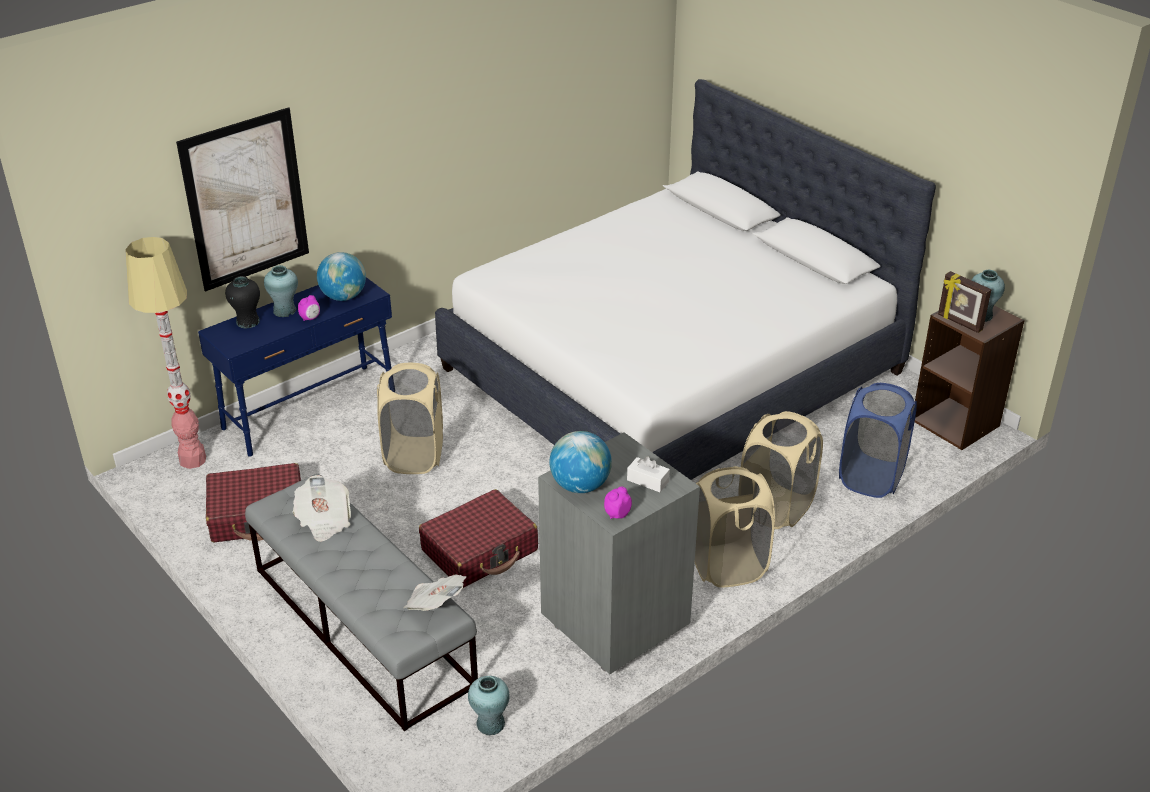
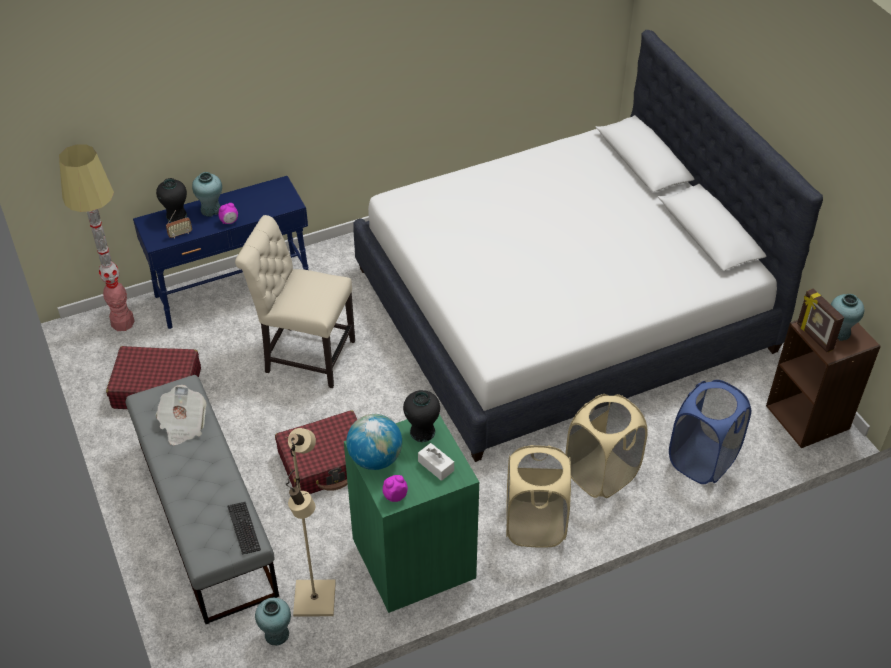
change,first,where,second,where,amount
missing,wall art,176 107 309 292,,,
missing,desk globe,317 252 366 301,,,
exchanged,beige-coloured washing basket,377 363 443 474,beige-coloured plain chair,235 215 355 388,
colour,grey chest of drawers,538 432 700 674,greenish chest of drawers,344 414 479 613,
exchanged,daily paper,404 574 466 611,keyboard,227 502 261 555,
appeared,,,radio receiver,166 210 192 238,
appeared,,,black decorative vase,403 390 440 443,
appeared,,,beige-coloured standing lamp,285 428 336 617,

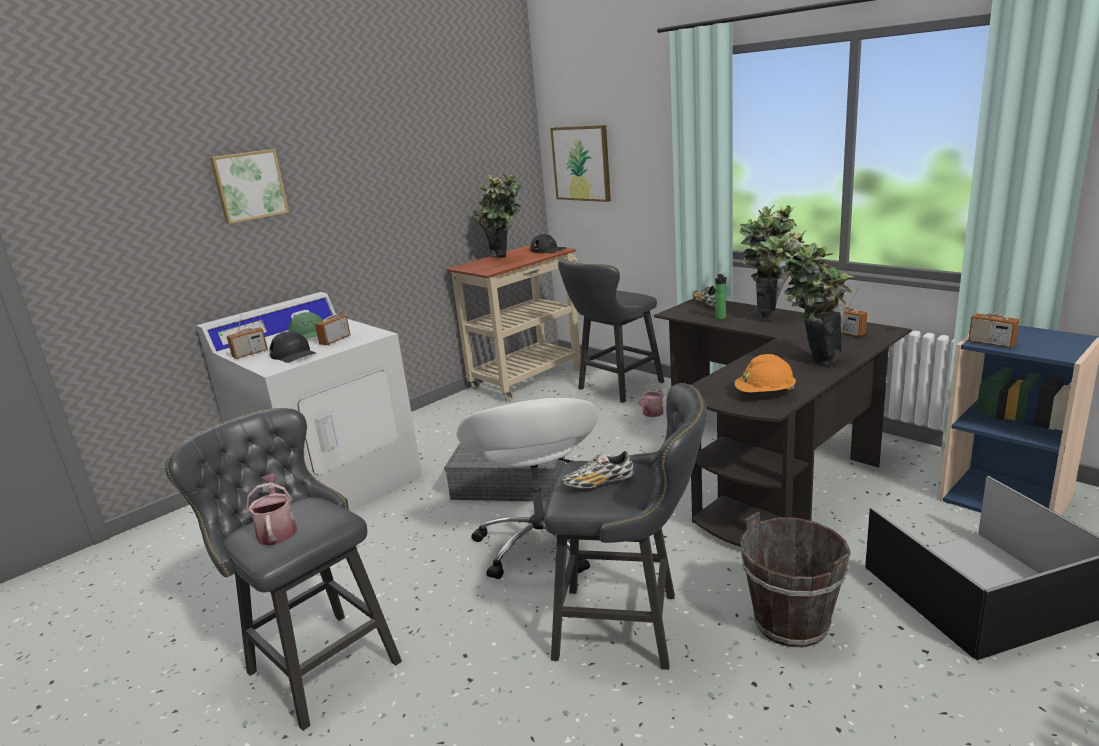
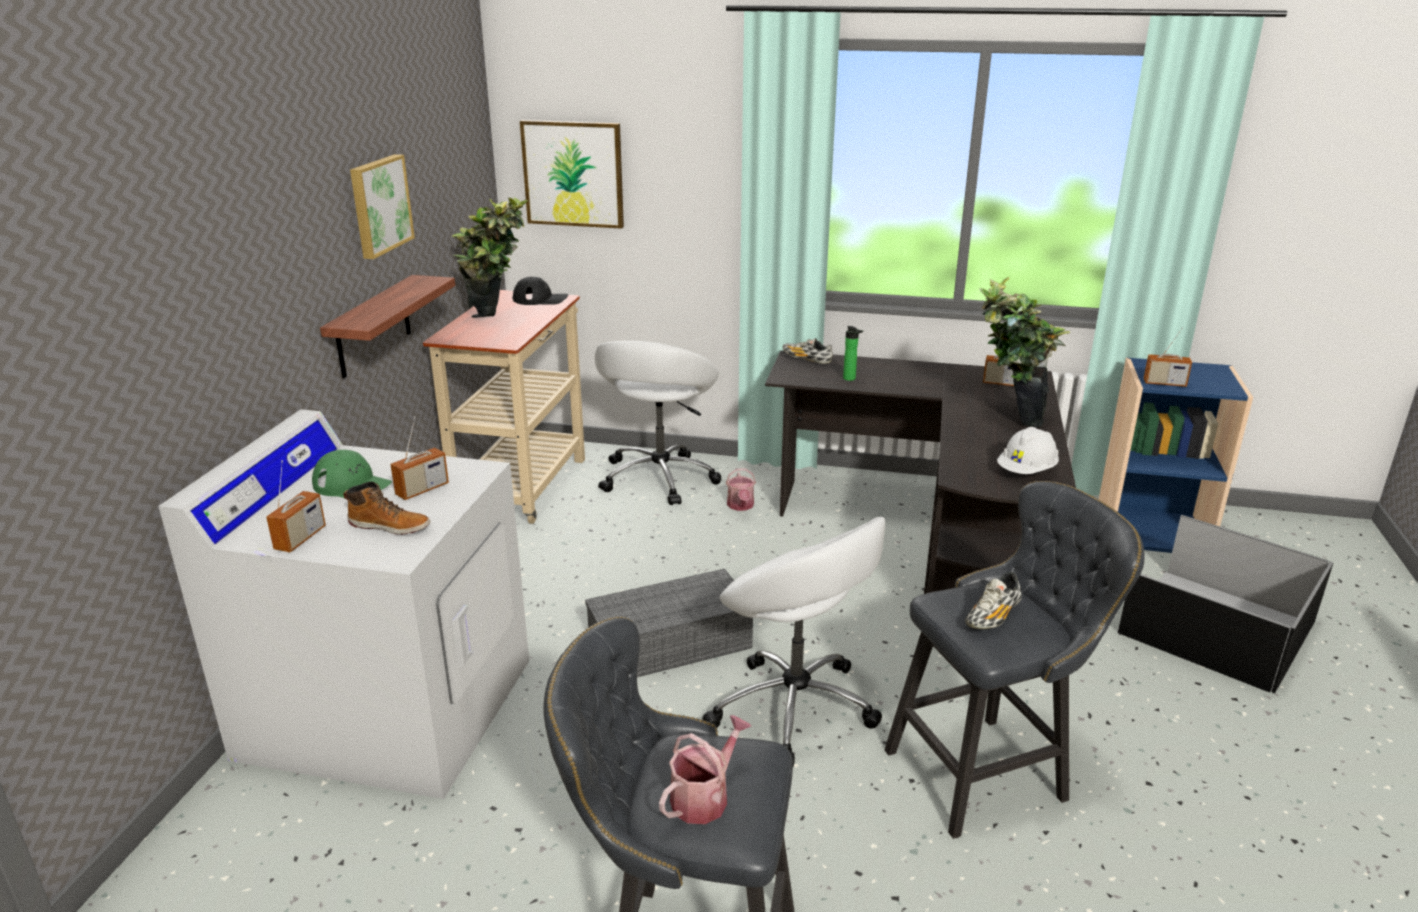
change,first,where,second,where,amount
relocated,wall art,210 149 289 224,,350 154 415 259,
missing,plant in a pot,739 205 797 321,,,
exchanged,grey stool seat,558 259 664 403,white-coloured office chair,595 341 721 505,
spun,radio receiver,315 297 350 345,,390 416 449 500,135 degrees counterclockwise
exchanged,black baseball cap,270 331 317 363,boot,343 482 430 535,
colour,orange safety helmet,734 354 796 392,white-coloured safety helmet,997 427 1059 474,
spun,watering pot,246 474 298 546,,659 715 752 824,90 degrees clockwise
missing,brown bucket,740 512 851 647,,,
appeared,,,bracket shelf,320 275 455 378,

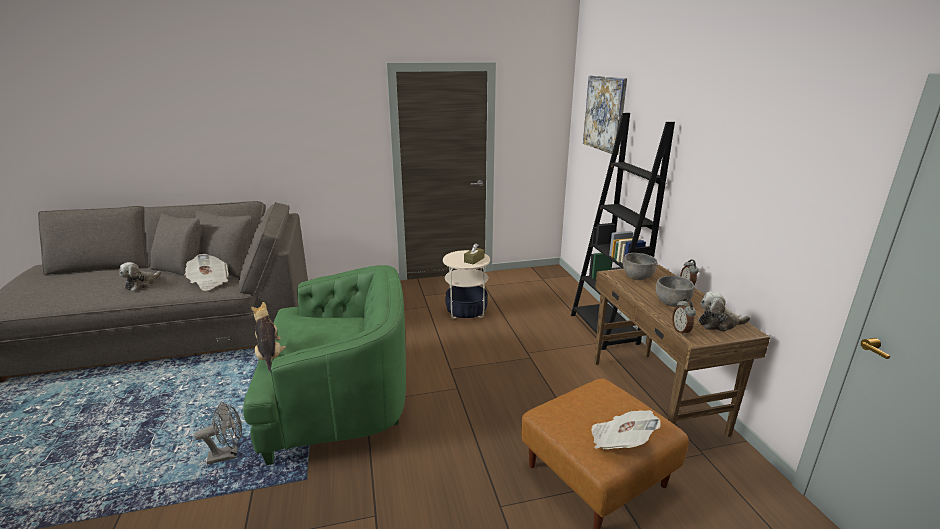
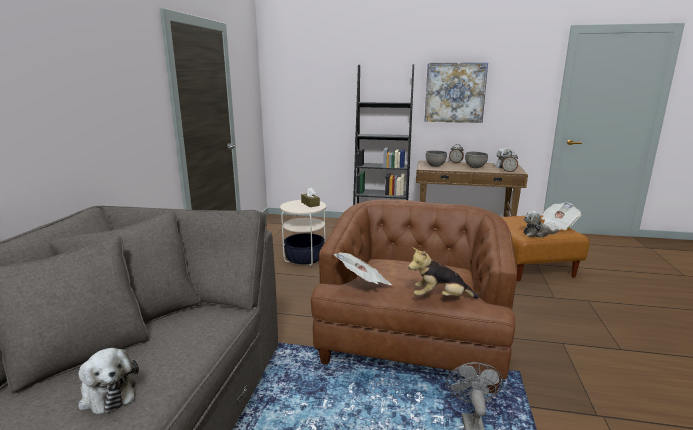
change,first,where,second,where,amount
relocated,wall art,583 75 627 155,,425 62 488 123,
relocated,daily paper,185 254 228 291,,334 253 392 285,
colour,greenish easy chair,243 265 406 465,brown easy chair,311 199 517 394,
appeared,,,soft toy,523 211 559 238,

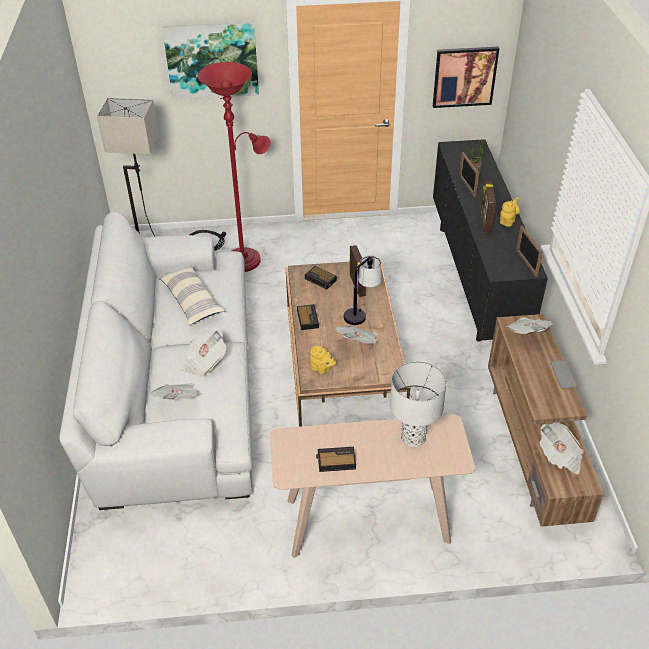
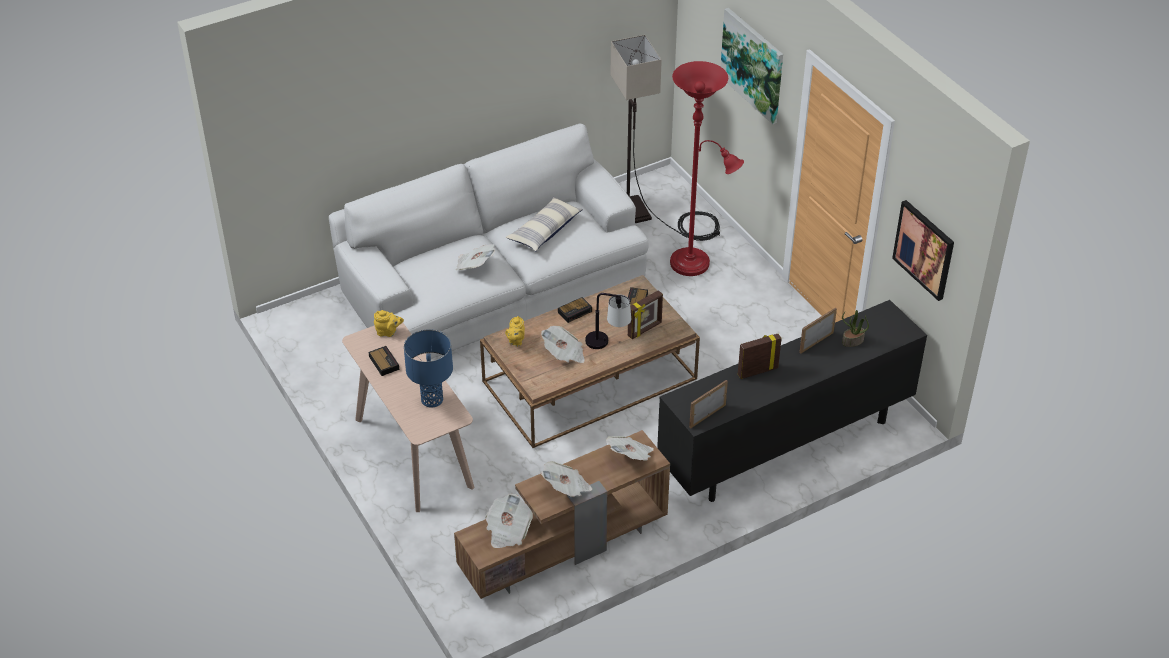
change,first,where,second,where,amount
relocated,yellow-coloured tea pot,500 198 520 227,,374 310 404 337,
colour,white-coloured table lamp,390 361 447 447,blue table lamp,404 329 453 407,
relocated,daily paper,151 383 199 400,,541 461 592 497,

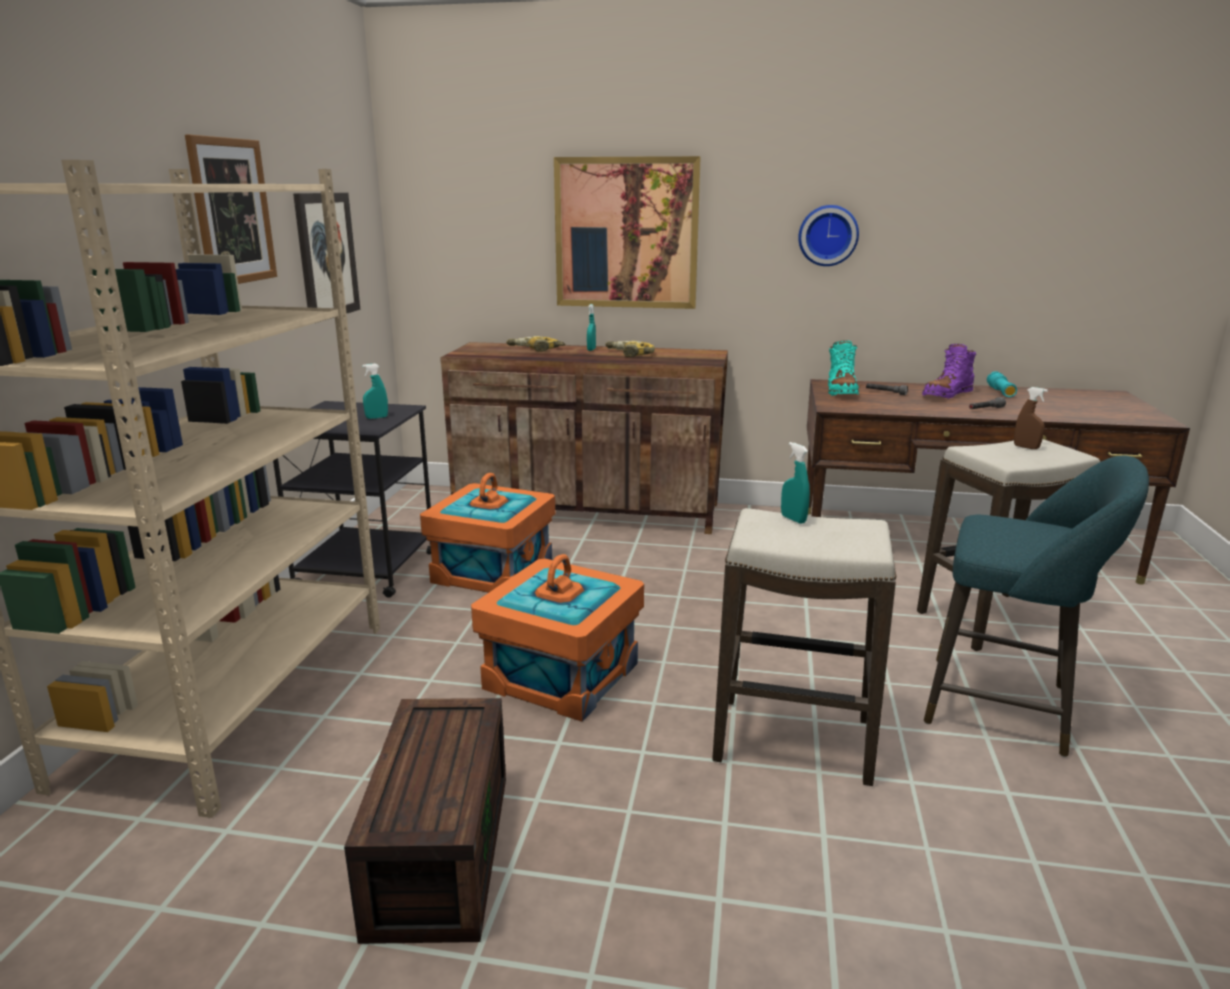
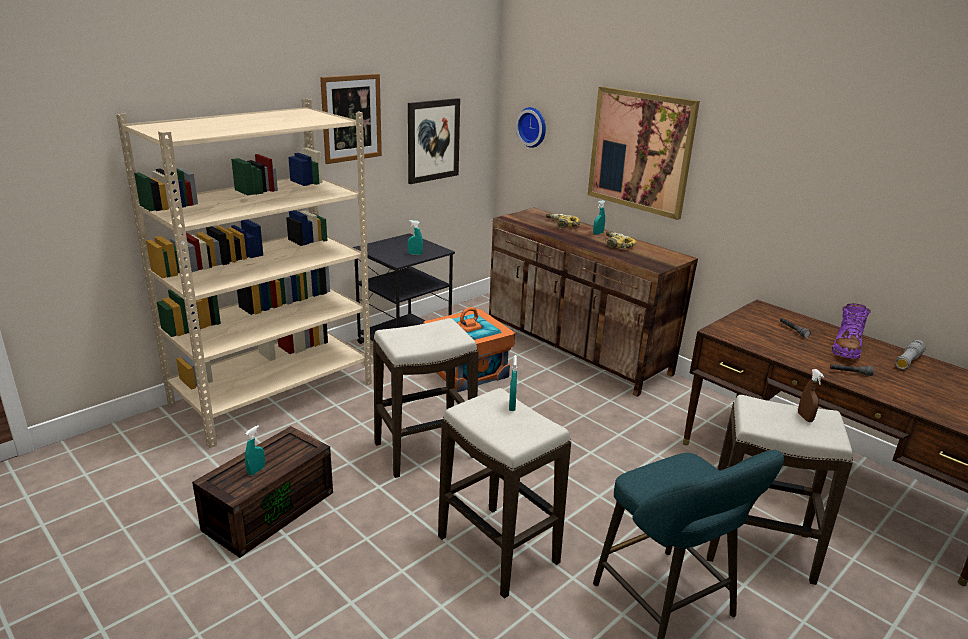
change,first,where,second,where,amount
relocated,clock on the wall,798 205 859 266,,516 107 546 148,
missing,blue-green boot,828 340 859 396,,,
spun,purplish boot,922 344 976 399,,832 303 871 359,60 degrees counterclockwise
colour,blue-green hand torch,987 371 1017 397,grey hand torch,895 340 926 369,
exchanged,orange storage box,471 554 644 722,stool seat,373 318 478 478,
appeared,,,blue-green sprayer,245 425 265 476,

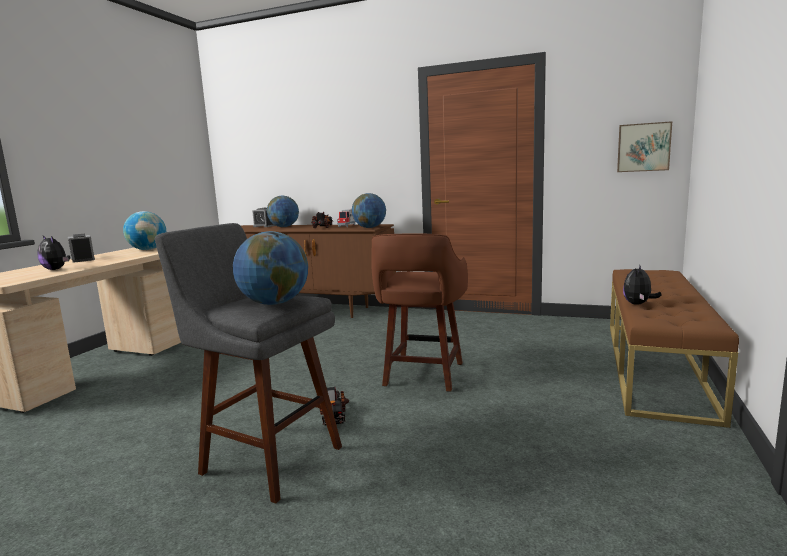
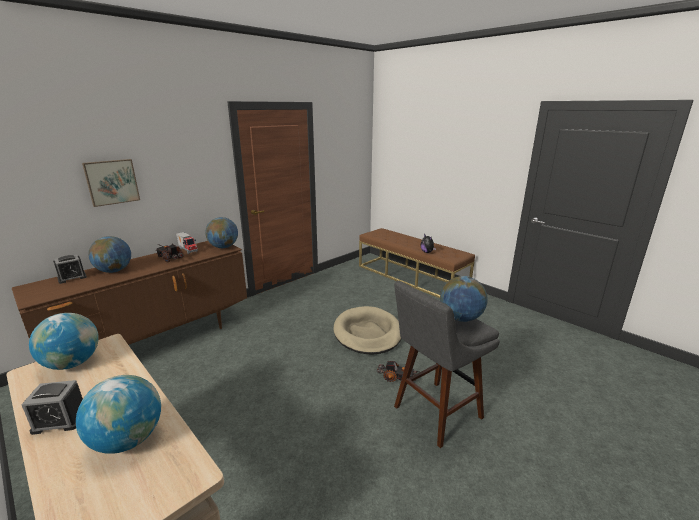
change,first,where,second,where,amount
relocated,wall art,617 121 672 172,,82 159 140 207,
exchanged,brown stool seat,371 233 468 392,beige-coloured dog bed,333 306 401 354,
exchanged,soft toy,37 236 70 270,desk globe,76 375 161 454,

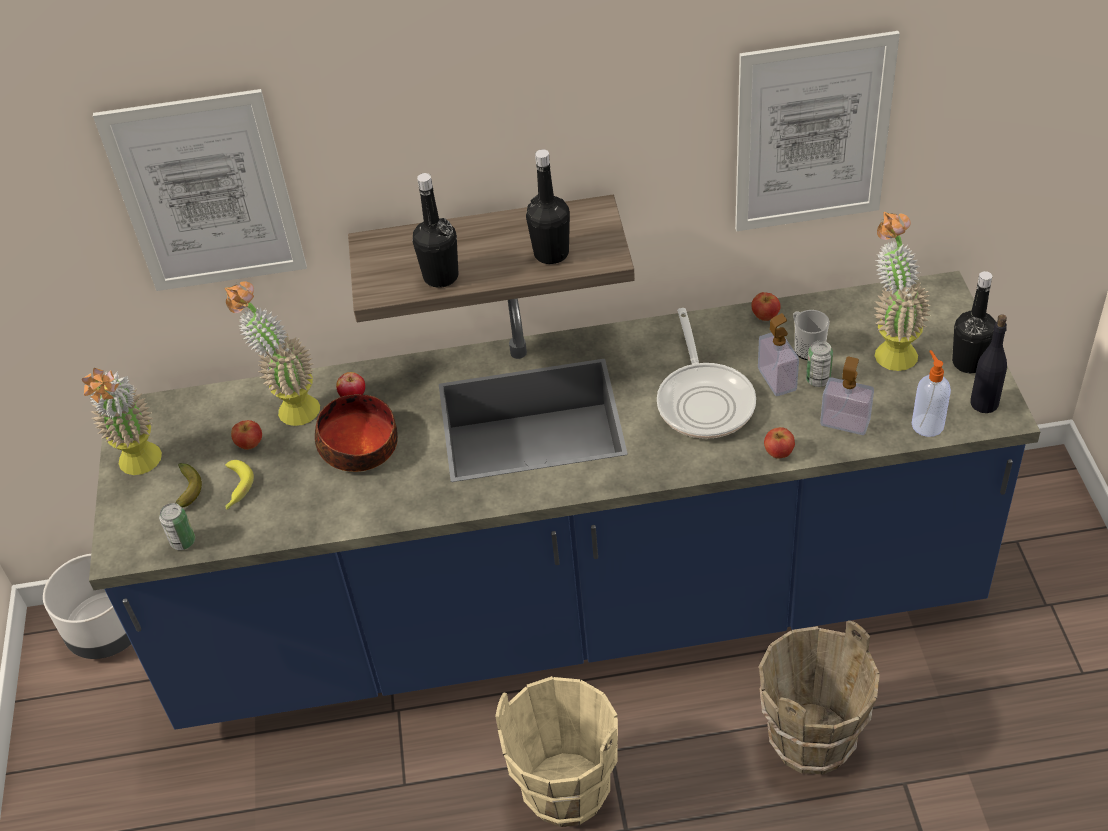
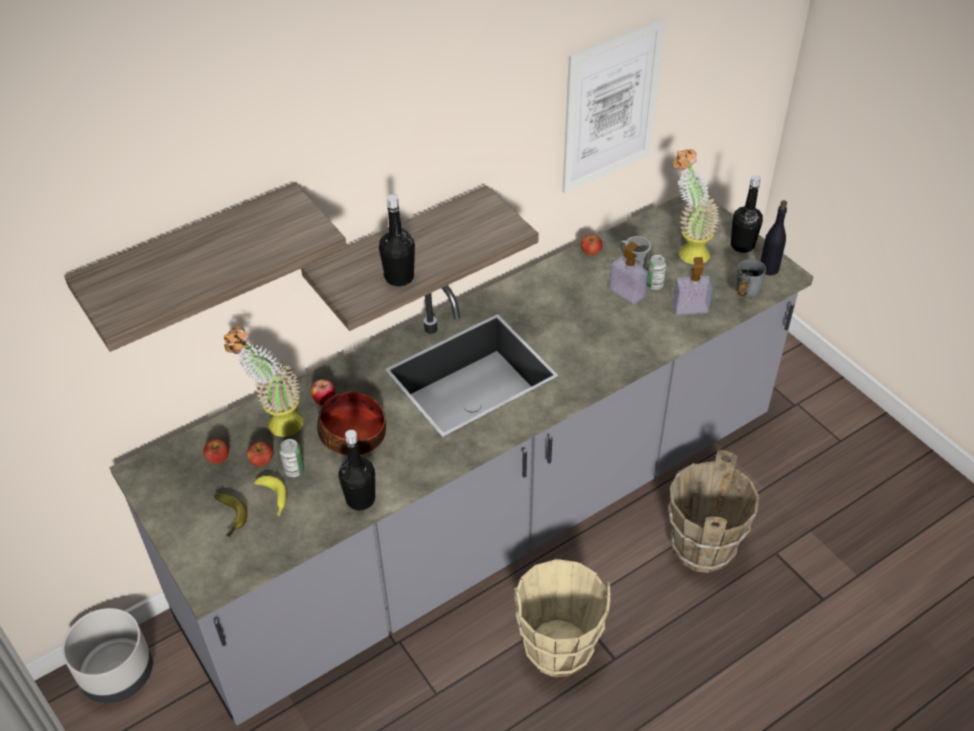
change,first,where,second,where,amount
exchanged,wall art,93 89 307 291,bracket shelf,64 183 347 352,
relocated,black beverage bottle,526 149 570 264,,338 430 375 510,
colour,blue counter,89 271 1040 730,grey counter,109 195 814 725,
missing,skillet,657 308 756 439,,,
exchanged,soap dispenser,912 350 951 437,grey mug,736 259 766 297,
missing,plant in a pot,82 368 162 475,,,
relocated,apple fruit,764 427 795 459,,204 438 229 464,
relocated,sealed can,159 503 195 550,,279 439 304 477,

